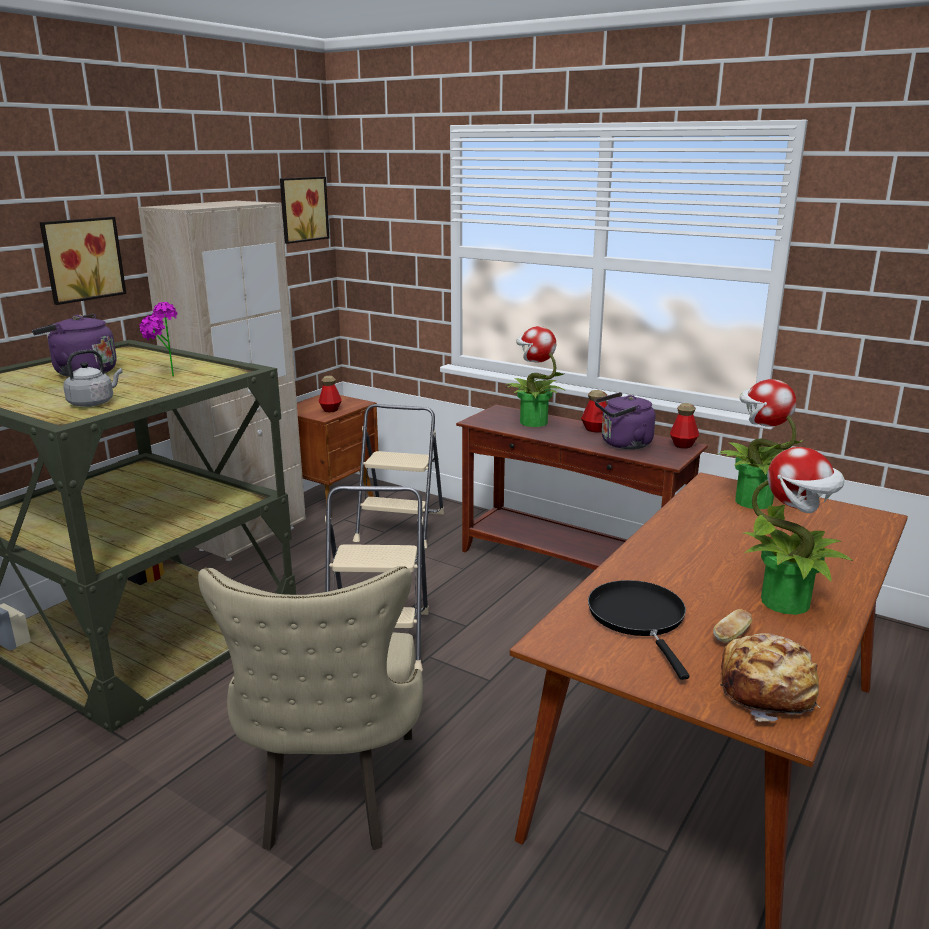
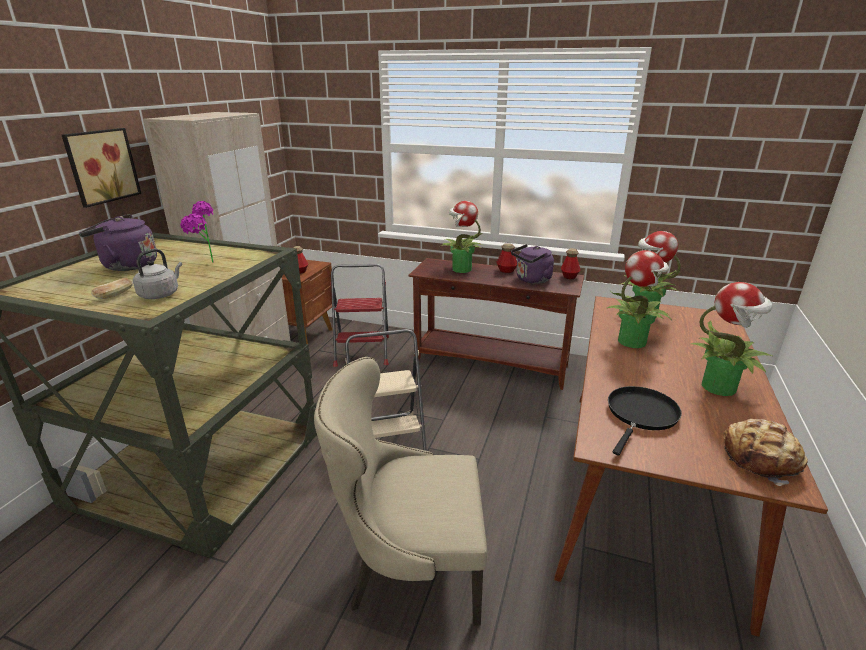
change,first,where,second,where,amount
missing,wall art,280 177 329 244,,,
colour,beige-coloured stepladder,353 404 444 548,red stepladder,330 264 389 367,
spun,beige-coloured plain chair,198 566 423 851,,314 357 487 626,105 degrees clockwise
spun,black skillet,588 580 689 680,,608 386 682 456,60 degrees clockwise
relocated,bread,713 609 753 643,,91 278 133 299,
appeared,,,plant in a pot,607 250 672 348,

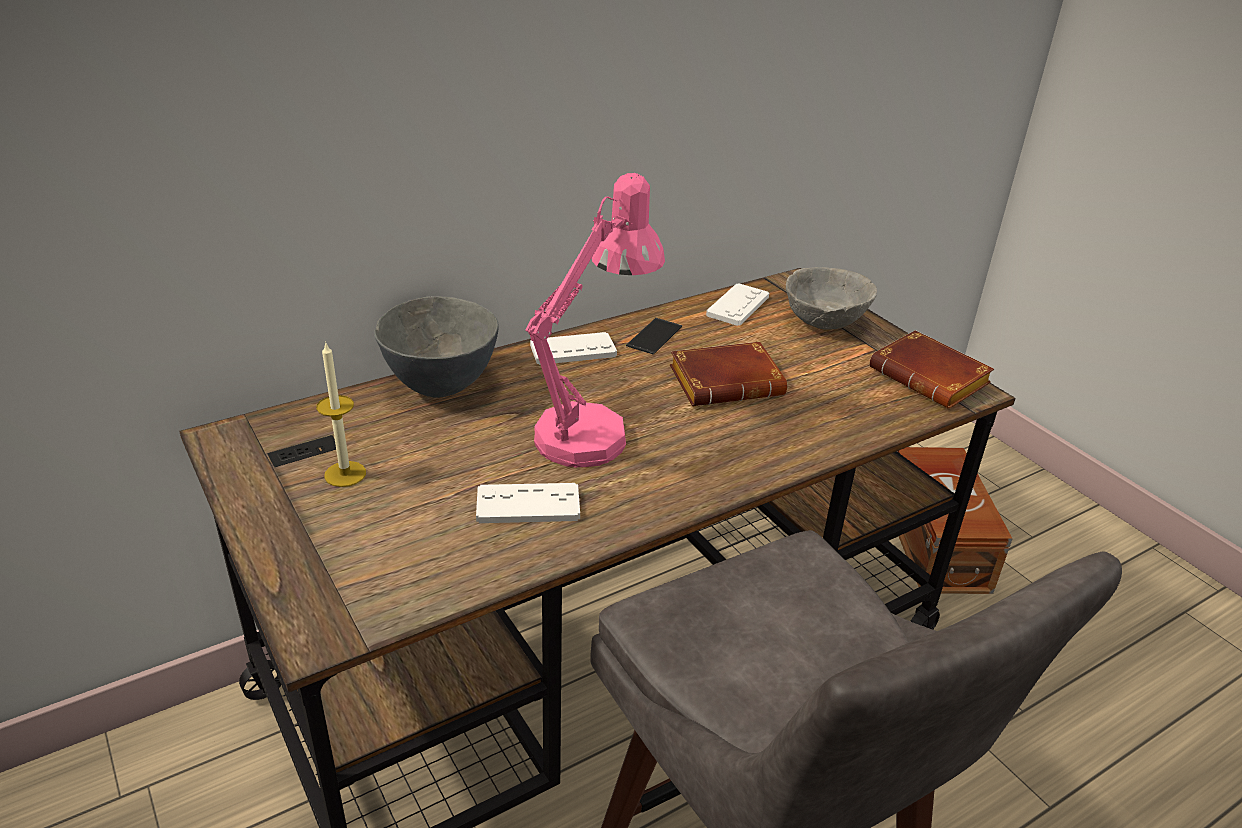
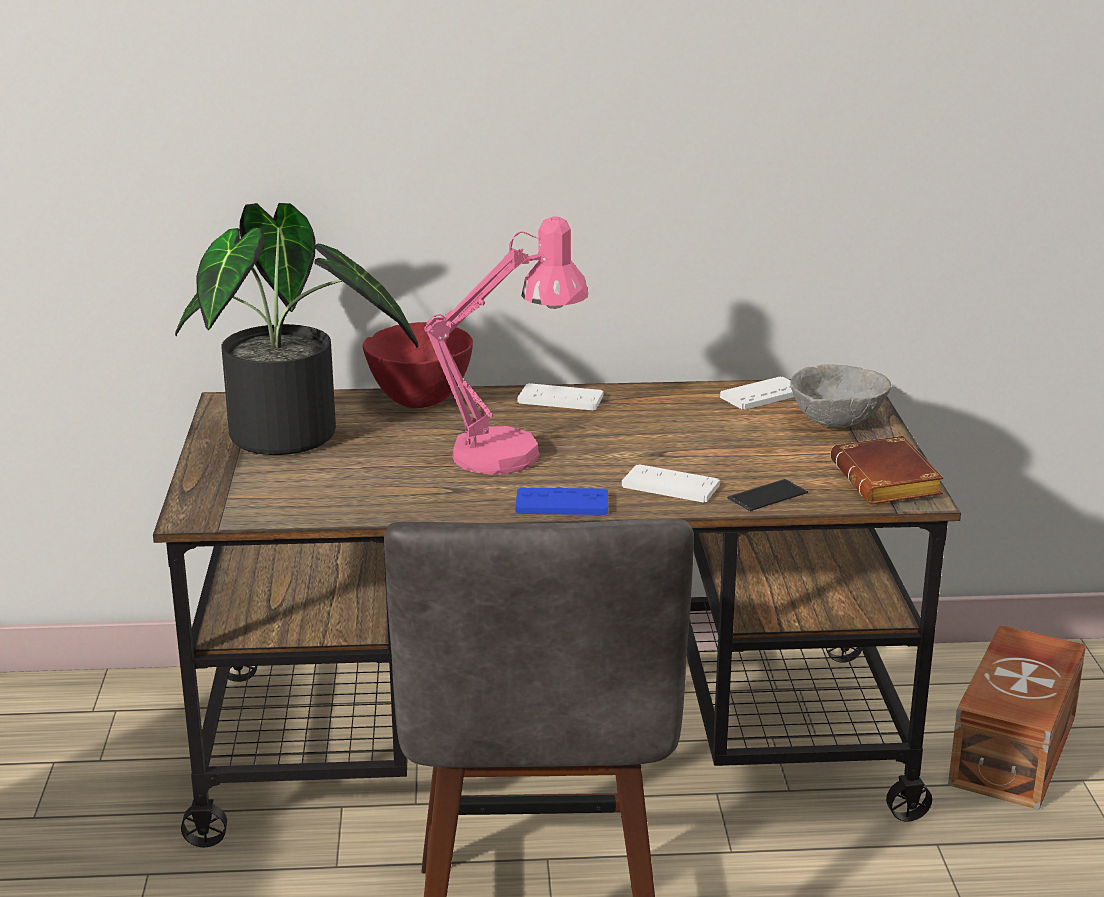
change,first,where,second,where,amount
colour,grey bowl,374 296 499 398,red bowl,363 322 473 408,
relocated,telephone,626 318 682 355,,727 479 808 511,
exchanged,candle,316 341 366 487,plant in a pot,175 203 418 455,
missing,brown bound book,670 342 787 406,,,
relocated,white-coloured game controller,476 483 580 523,,622 464 720 503,
appeared,,,blue game controller,516 488 608 515,

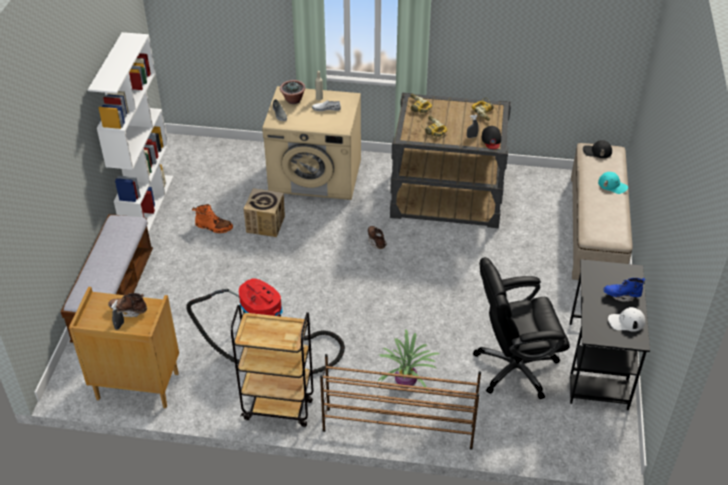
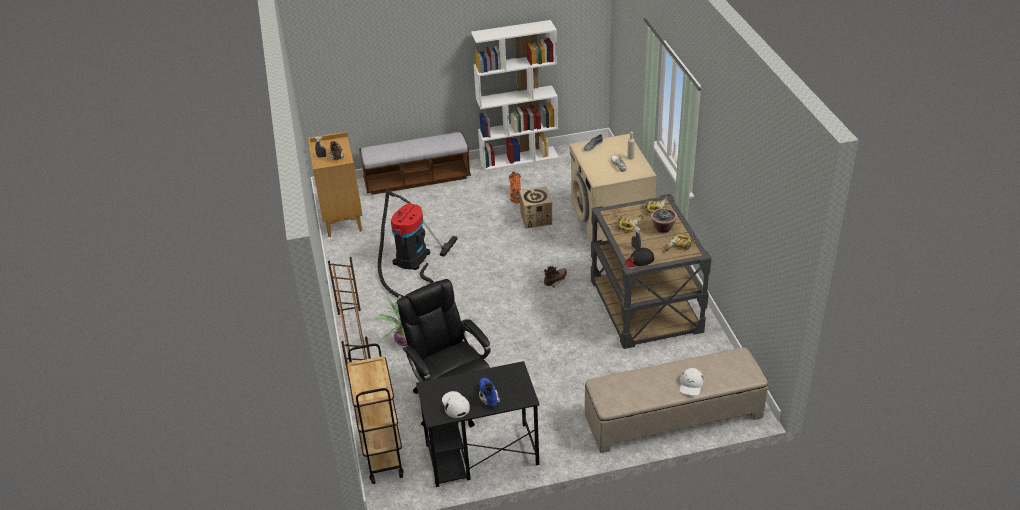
change,first,where,second,where,amount
relocated,plant in a pot,280 80 305 104,,651 208 677 233,
missing,black baseball cap,583 140 612 158,,,
colour,blue-green baseball cap,598 172 628 194,white-coloured baseball cap,680 368 704 395,
relocated,brown cart,231 305 313 427,,346 344 404 484,

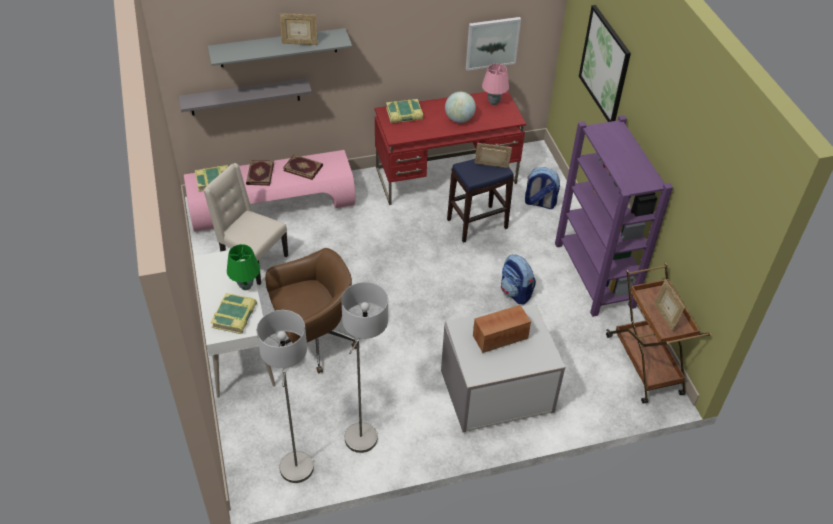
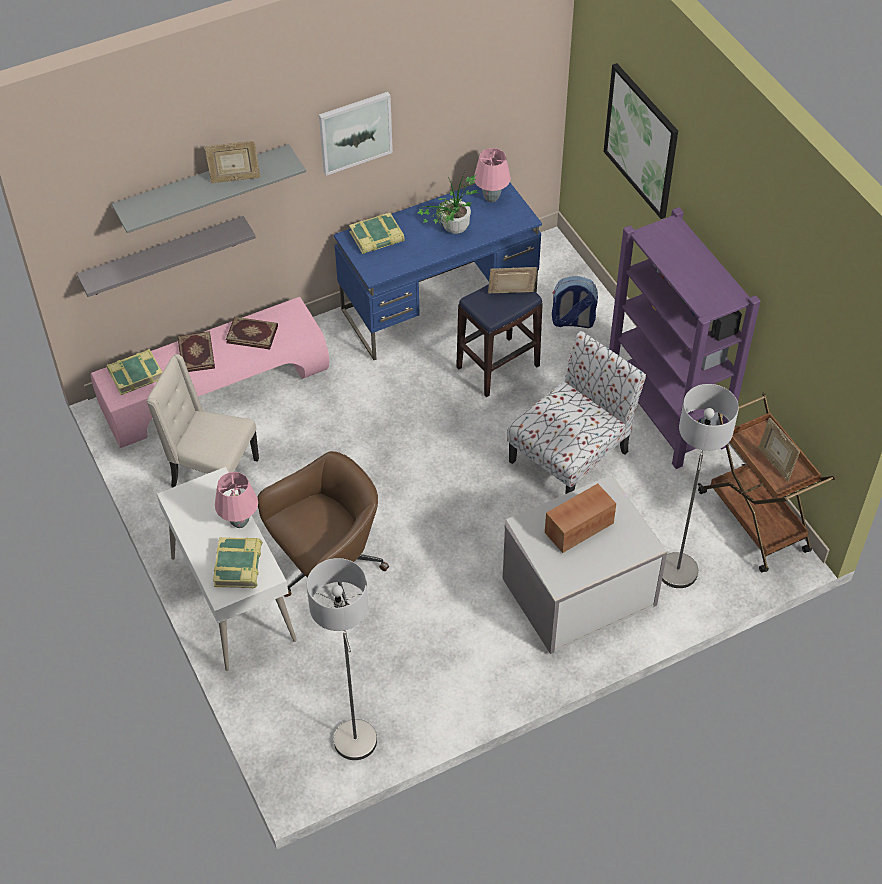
change,first,where,second,where,amount
relocated,wall art,466 17 521 71,,319 92 393 176,
colour,red desk unit,375 91 526 205,blue desk unit,334 183 542 360,
exchanged,desk globe,445 92 476 123,plant in a pot,418 173 478 234,
colour,greenish table lamp,227 244 260 290,pinkish table lamp,215 472 258 528,
exchanged,knapsack,501 254 536 305,plain chair,507 331 646 494,
relocated,grey standing lamp,341 282 388 453,,662 384 739 588,

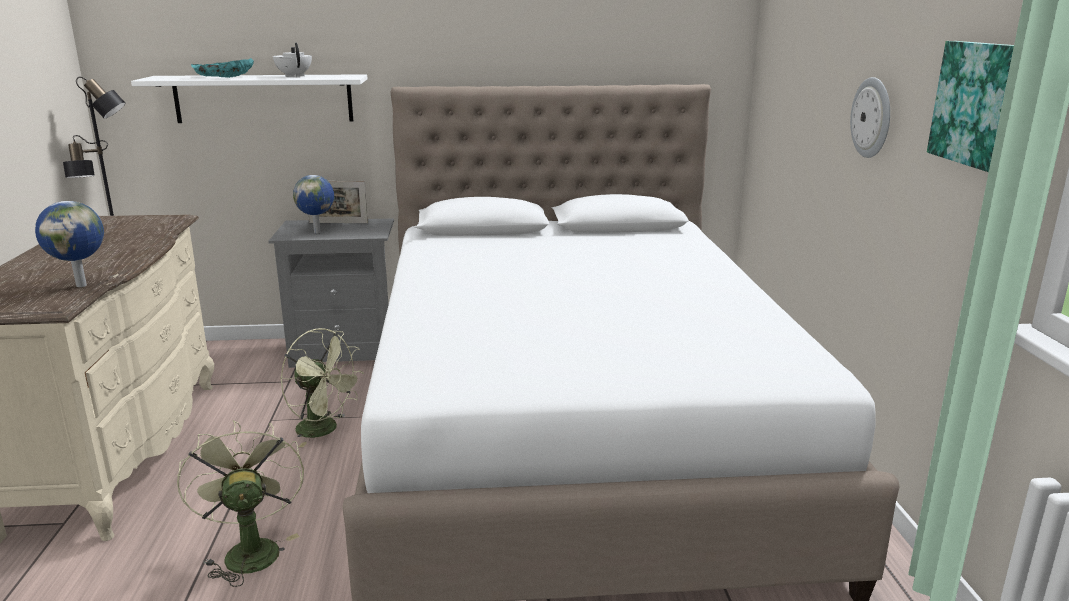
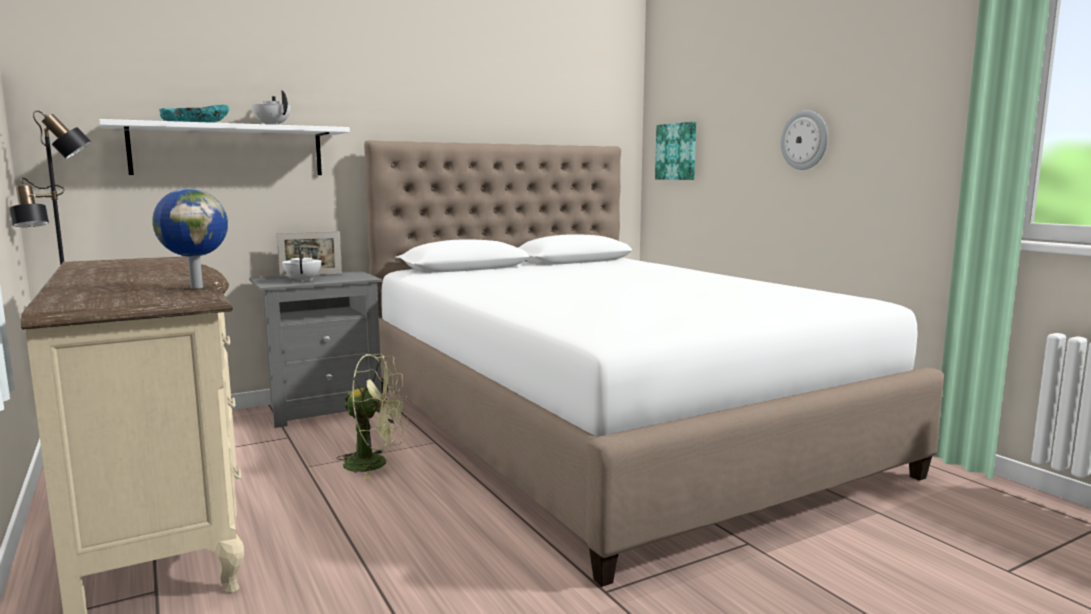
change,first,where,second,where,amount
relocated,wall art,927 41 1014 172,,655 122 696 180,
exchanged,desk globe,293 175 334 233,white-coloured tea pot,282 250 321 282,
missing,greenish fan,177 420 304 587,,,

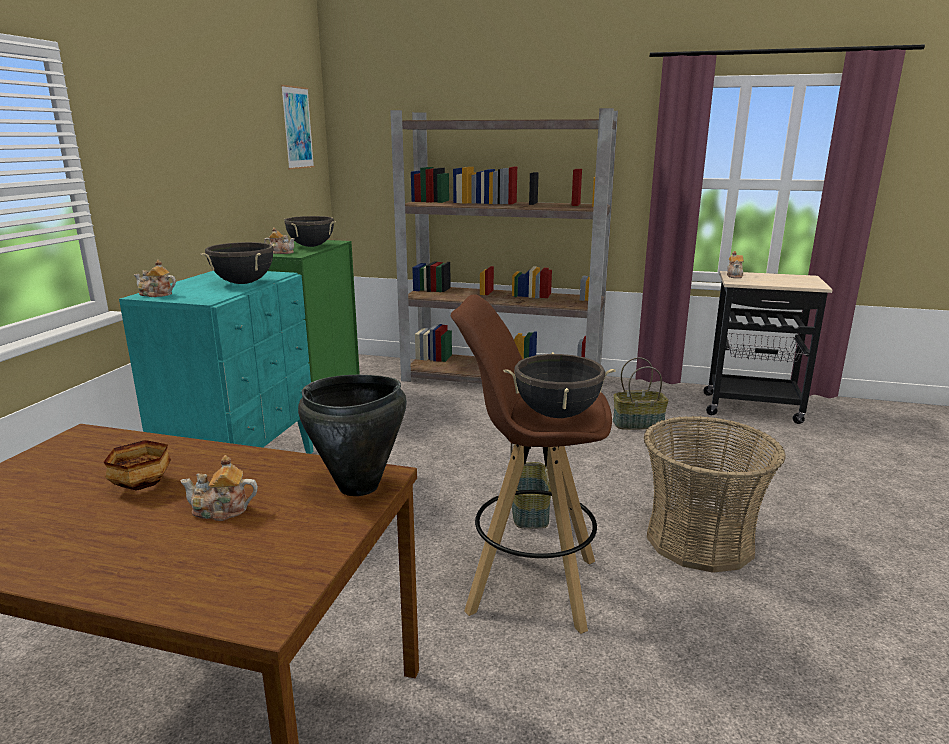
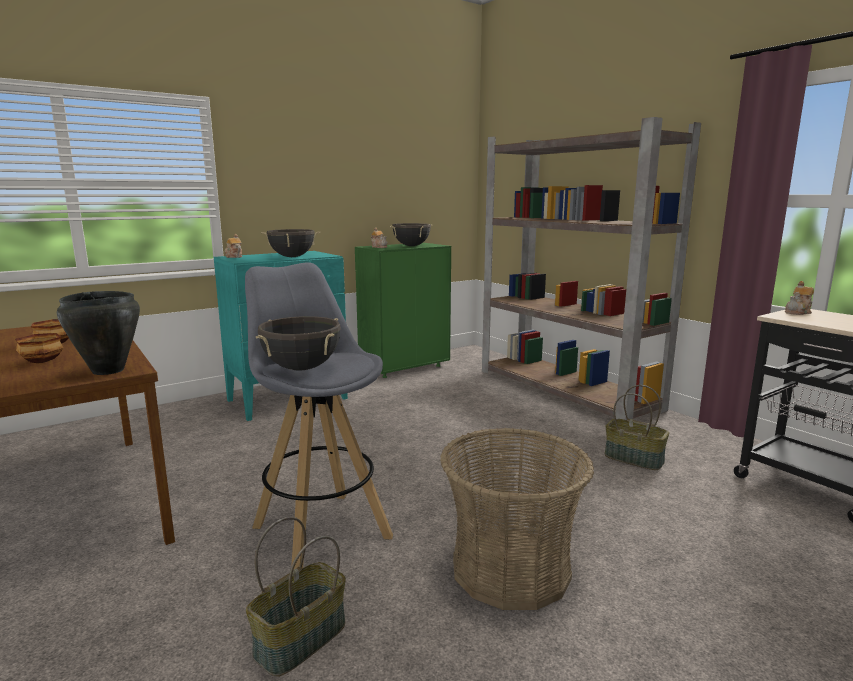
change,first,where,second,where,amount
missing,wall art,281 85 315 169,,,
colour,brown stool seat,451 294 612 634,grey stool seat,245 262 393 569,
relocated,basket,511 443 551 528,,246 517 346 676,
exchanged,tea pot,180 455 258 521,bowl,15 333 63 363,

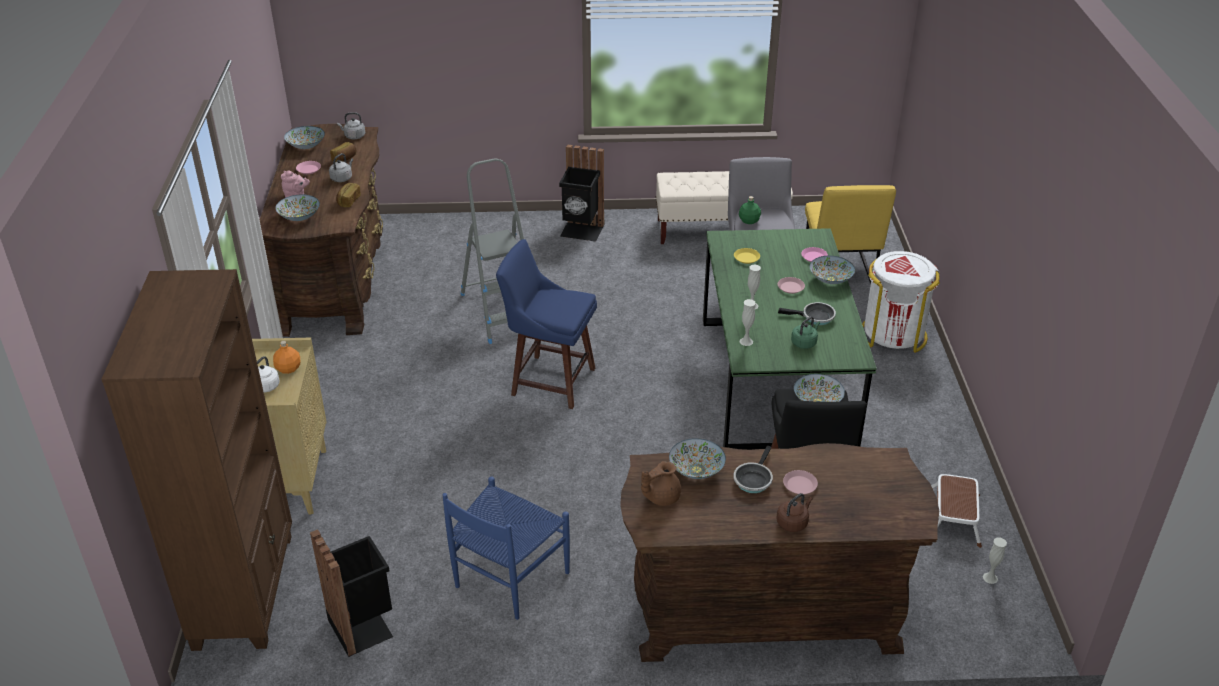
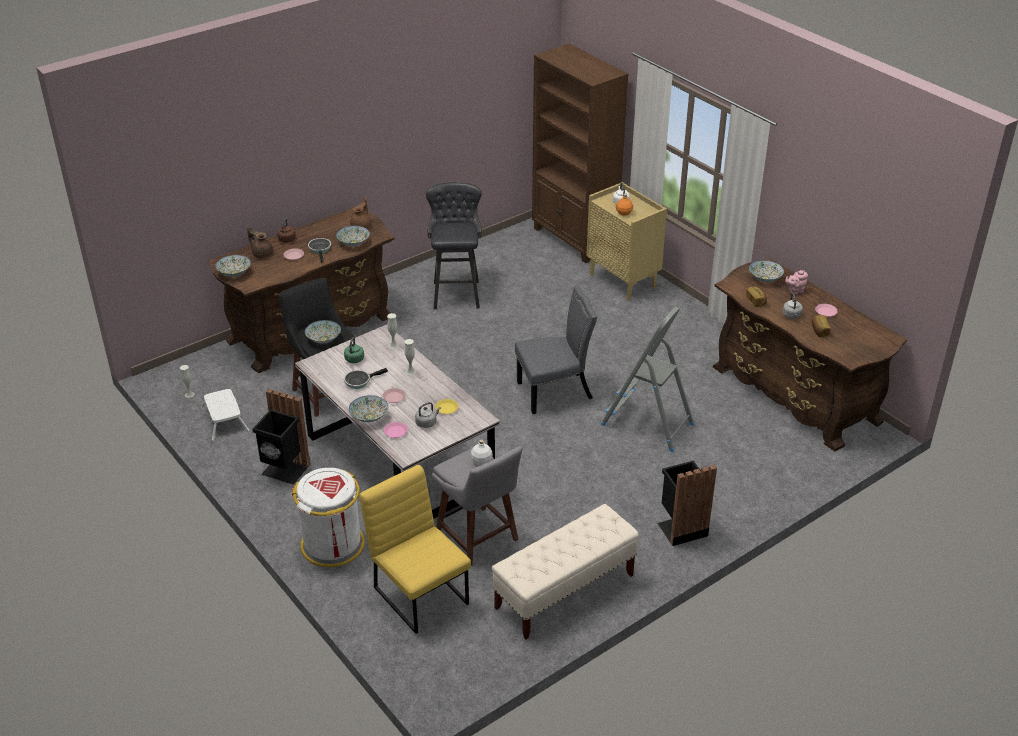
change,first,where,second,where,amount
relocated,grey tea kettle,337 112 365 139,,415 402 441 428,
relocated,bowl,284 126 325 149,,215 255 251 277,
colour,greenish beverage bottle,739 196 761 224,white-coloured beverage bottle,471 439 493 465,
colour,greenish dining table,703 228 877 450,grey dining table,295 325 500 519,
exchanged,blue stool seat,496 239 597 409,grey plain chair,514 285 597 414,
colour,brown stepladder,932 474 982 548,white-coloured stepladder,201 389 249 440,
exchanged,blue plain chair,443 476 570 620,black stool seat,425 182 482 309,
relocated,black rubbish bin,310 529 393 657,,252 389 310 485,
appeared,,,brown tea pot,247 226 273 258,

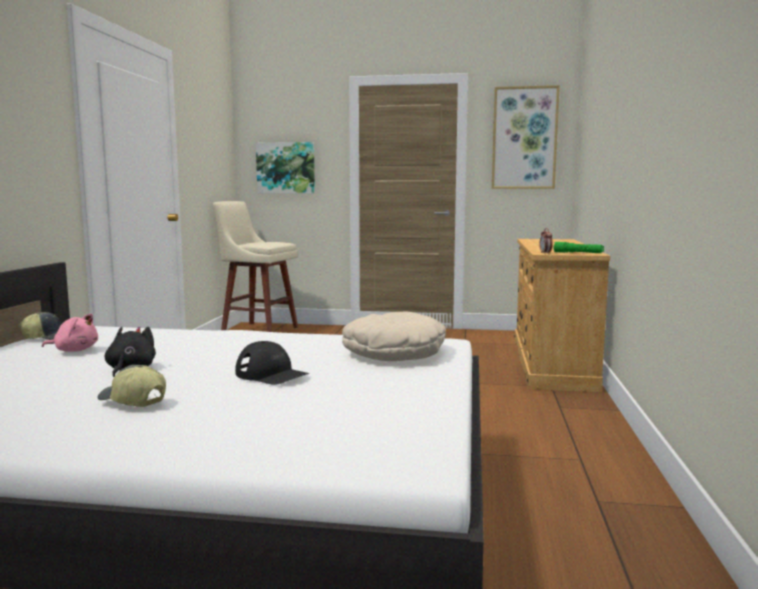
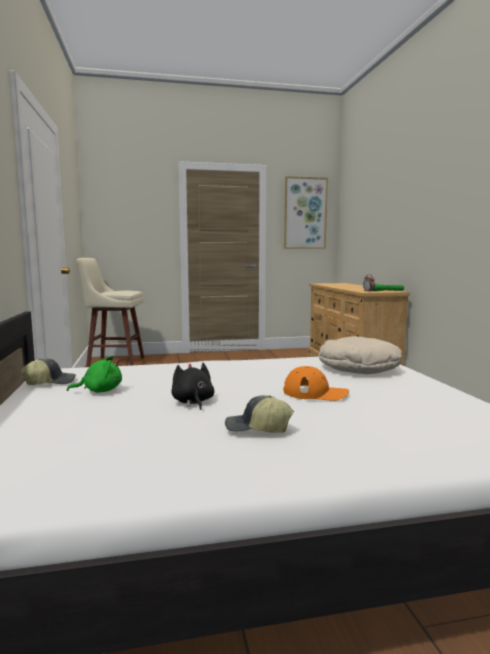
change,first,where,second,where,amount
missing,wall art,256 142 315 194,,,
colour,pinkish soft toy,42 313 98 352,greenish soft toy,67 356 122 393,
colour,black baseball cap,235 341 309 385,orange baseball cap,283 366 349 401,

